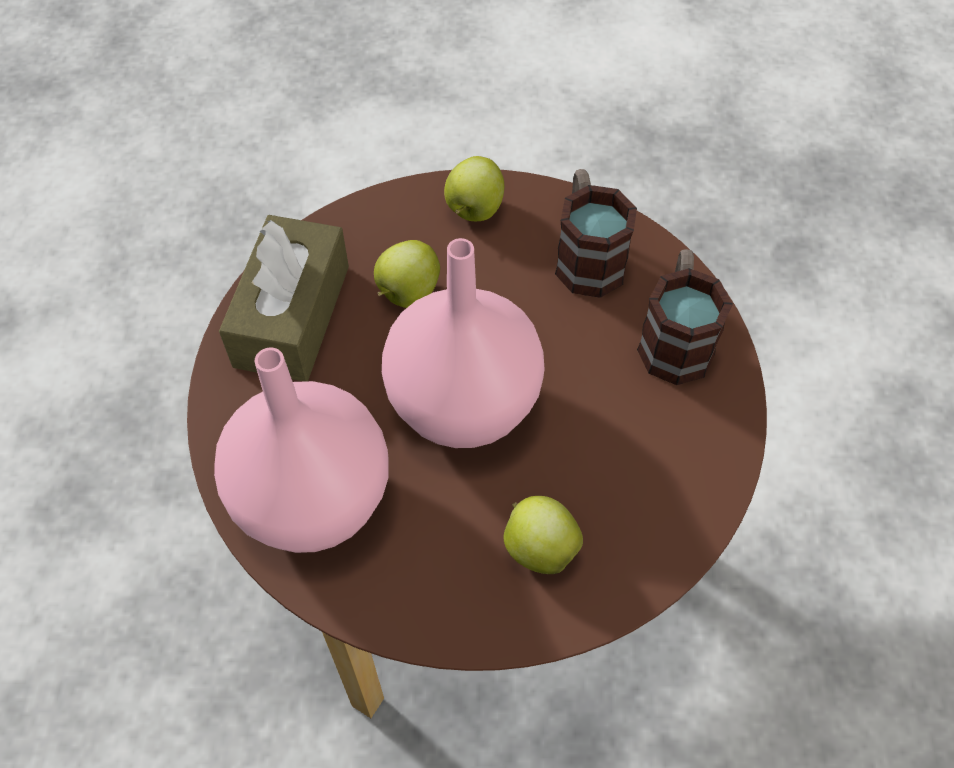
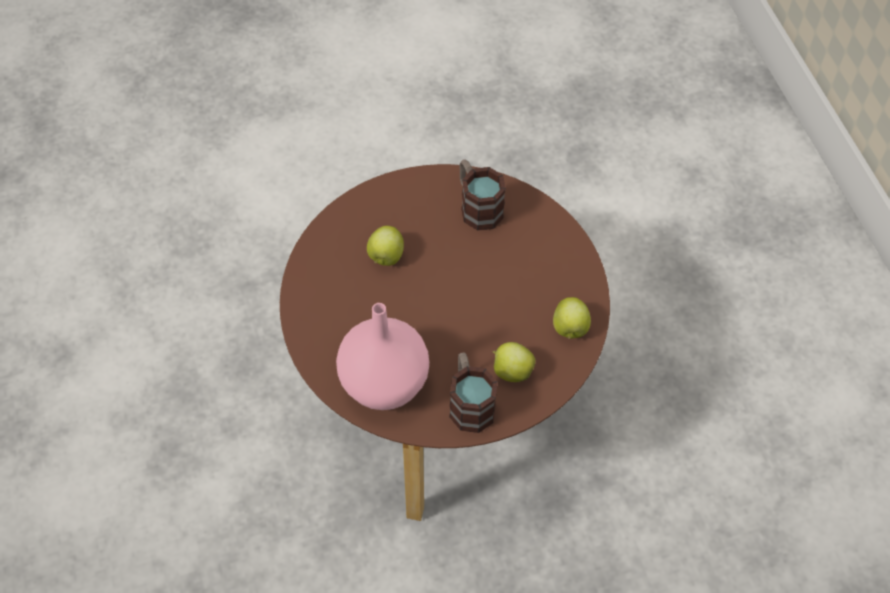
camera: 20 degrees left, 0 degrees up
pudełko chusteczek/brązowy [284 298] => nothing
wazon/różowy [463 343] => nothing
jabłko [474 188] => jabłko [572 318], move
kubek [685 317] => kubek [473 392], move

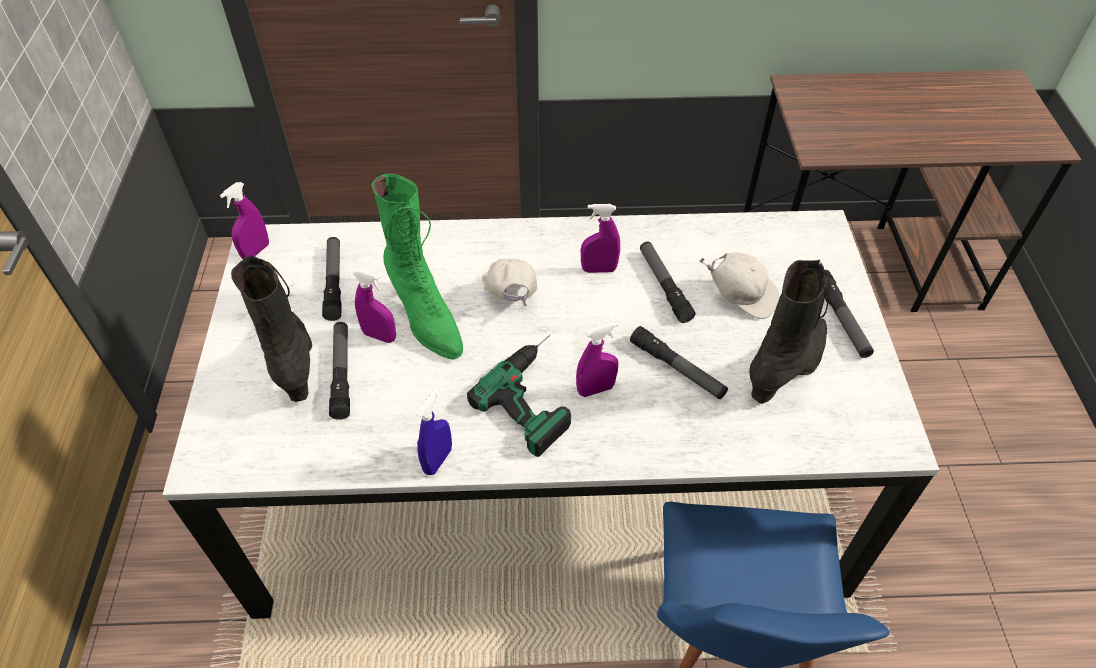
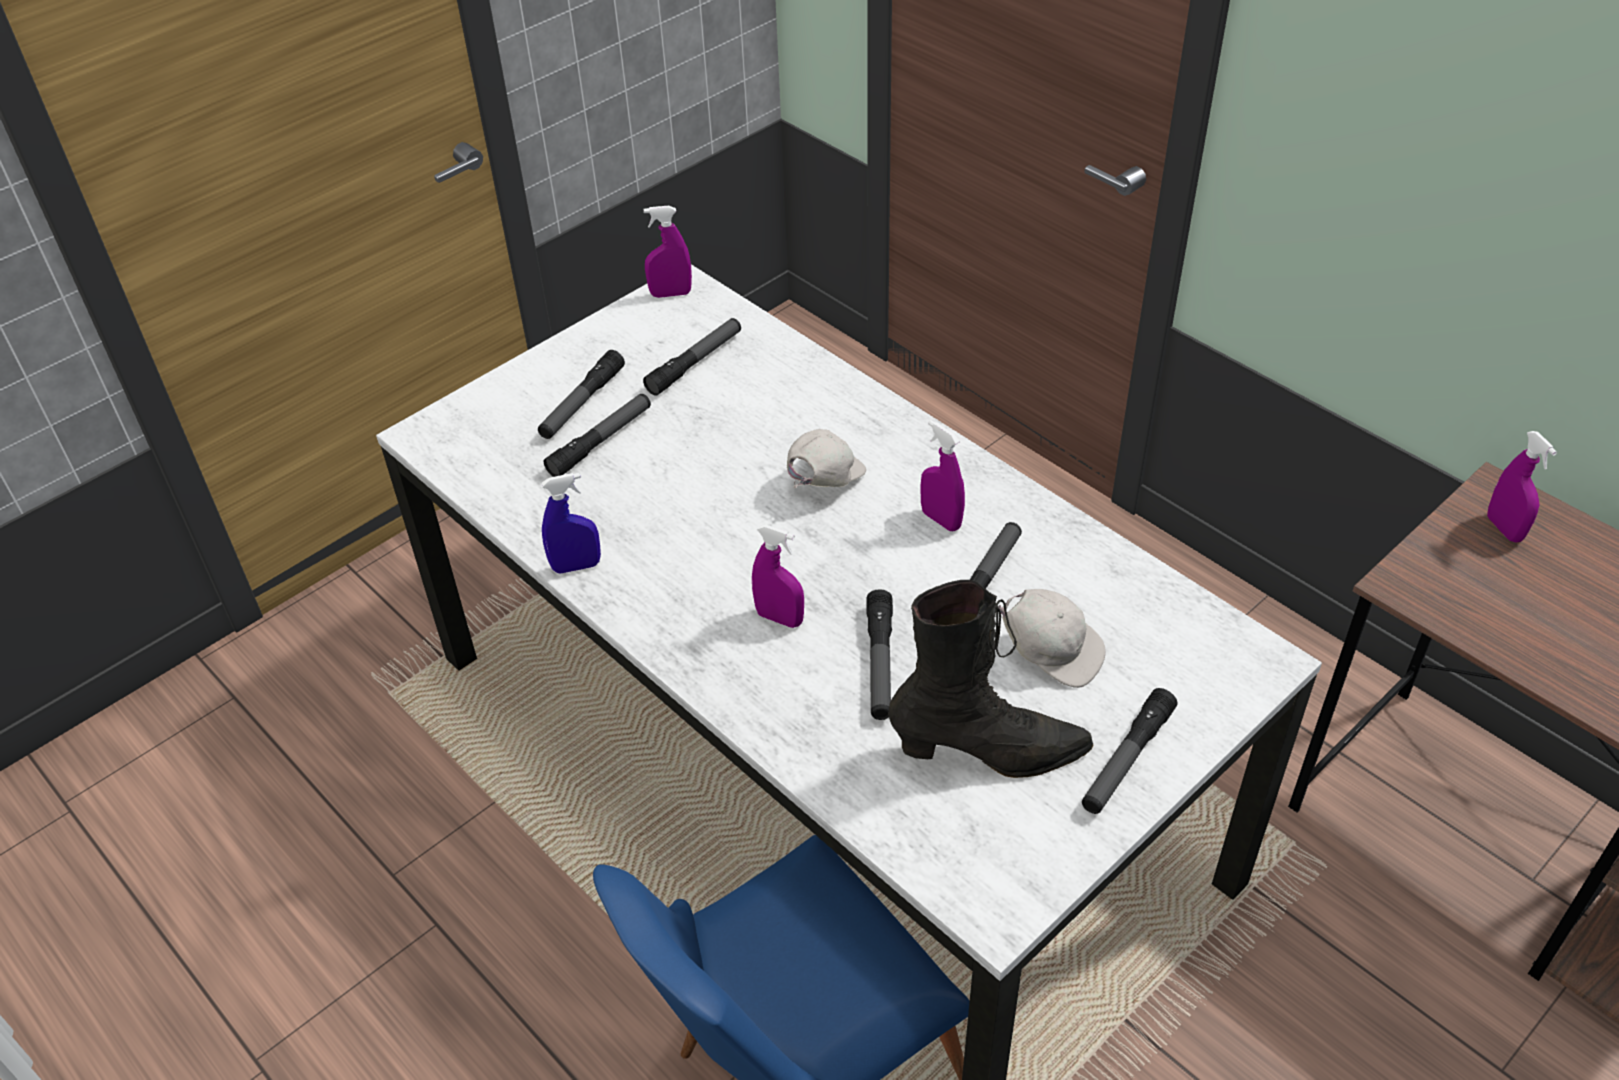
camera: 50 degrees right, 5 degrees down
but z cholewką/czarny [271 328] => latarka [581 394]
spryskiwacz/fioletowy [374 306] => spryskiwacz/fioletowy [1522 487], move
but z cholewką/zielony [417 267] => nothing
wiertarka [519 396] => nothing
czapka z daszkiem/biały [739 286] => czapka z daszkiem/biały [1052 638], 45 degrees counterclockwise

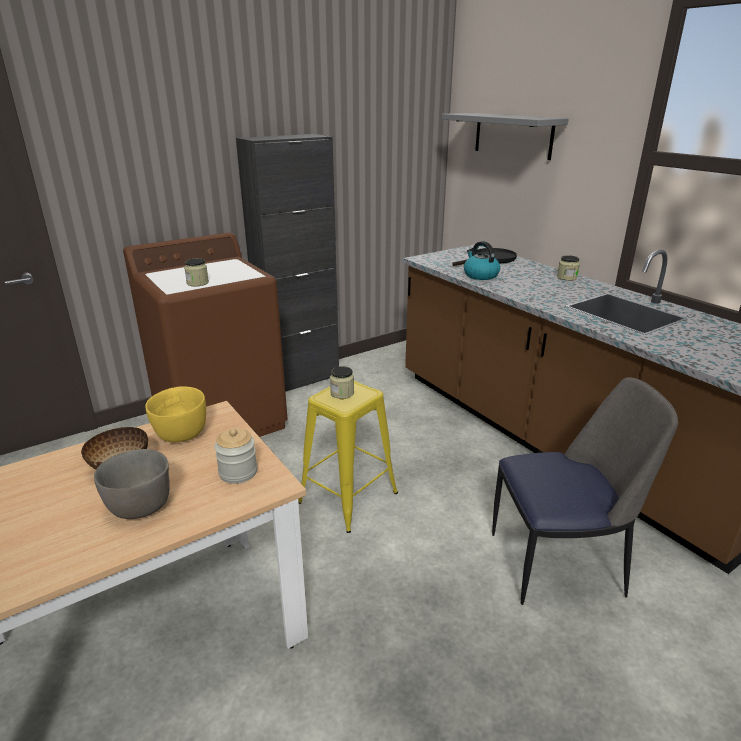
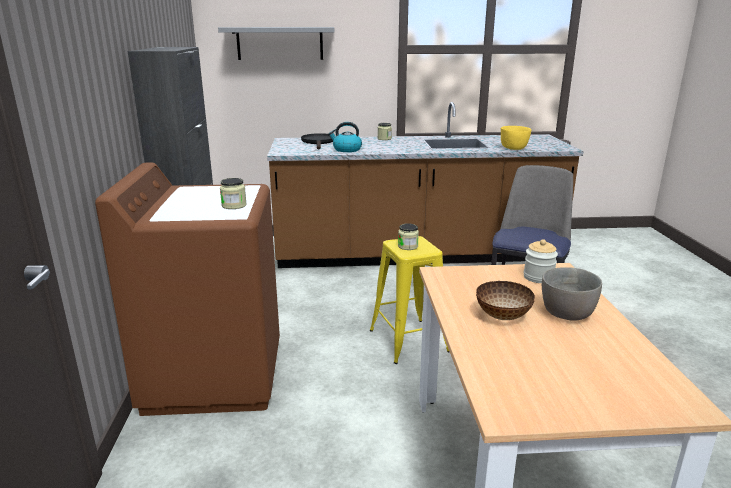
camera: 60 degrees left, 5 degrees down
miska/żółty [175 414] => miska/żółty [516 138], move

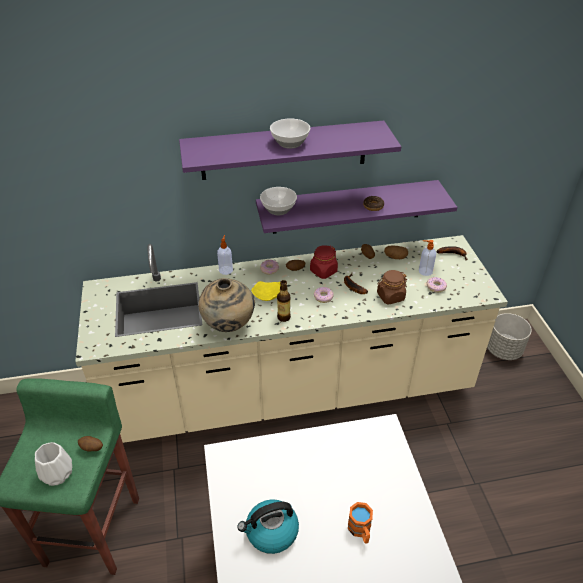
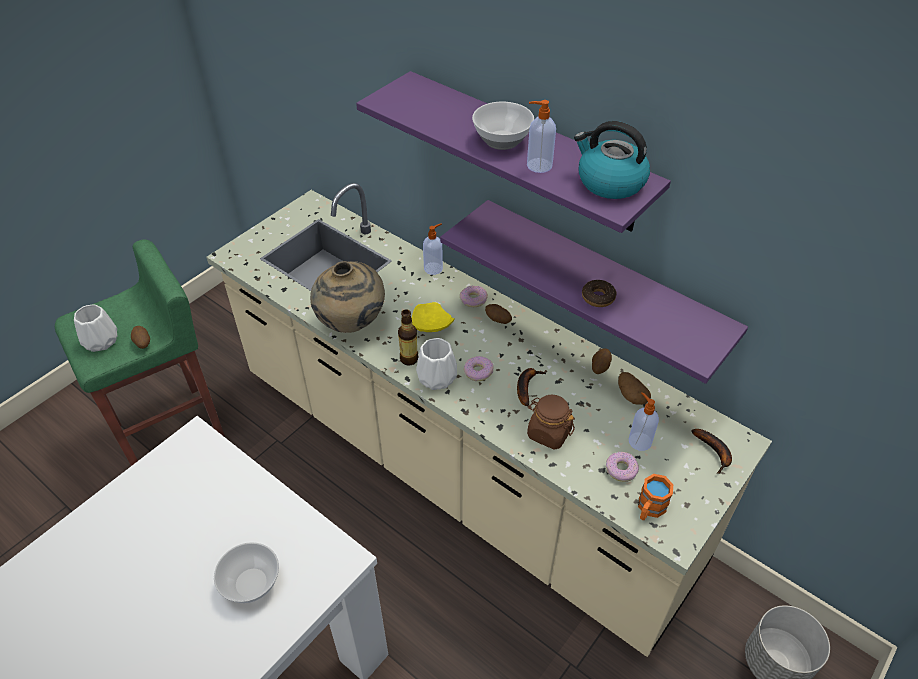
camera: 50 degrees right, 5 degrees up
czajnik [268 526] => czajnik [612 160], move
miska [278 201] => miska [246 572], move
słoik/czerwony [324 262] => nothing
kubek/pomarańczowy [360 522] => kubek/pomarańczowy [655 497], move
nothing => wazon/biały [436 364]
nothing => dozownik mydła [541 136]

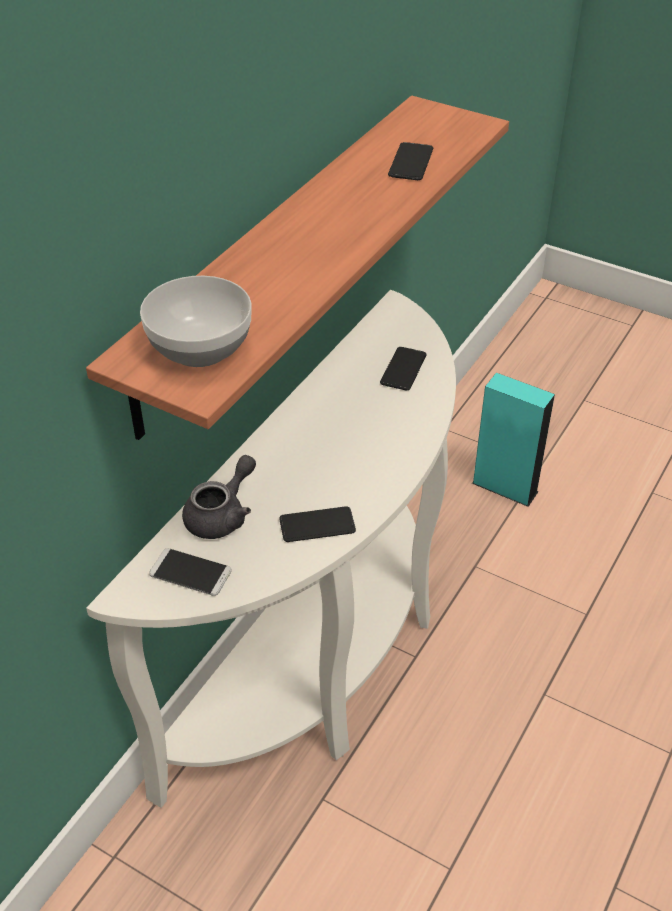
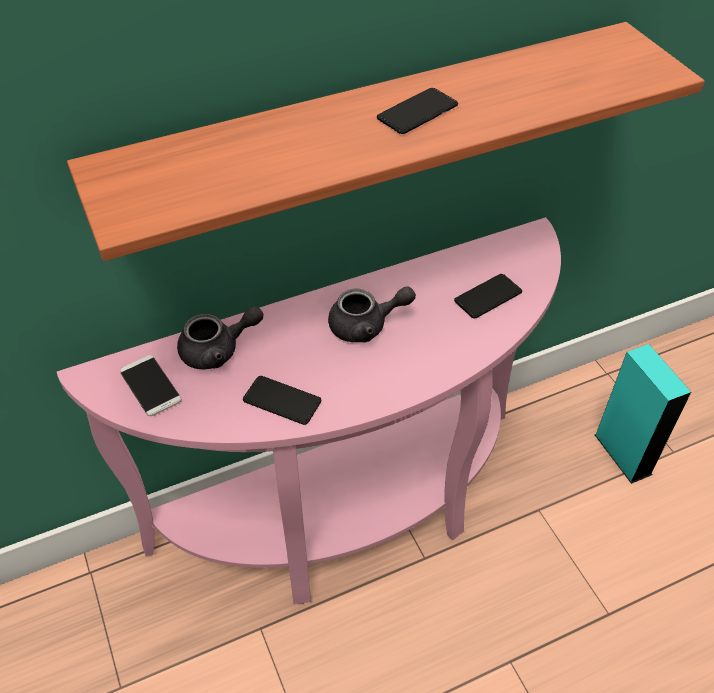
camera: 35 degrees right, 5 degrees up
stolik konsolowy/biały [271 549] => stolik konsolowy/różowy [309 410]
miska [196 321] => nothing
telefon [410 161] => telefon [417 111], move
nothing => imbryk/szary [372 314]

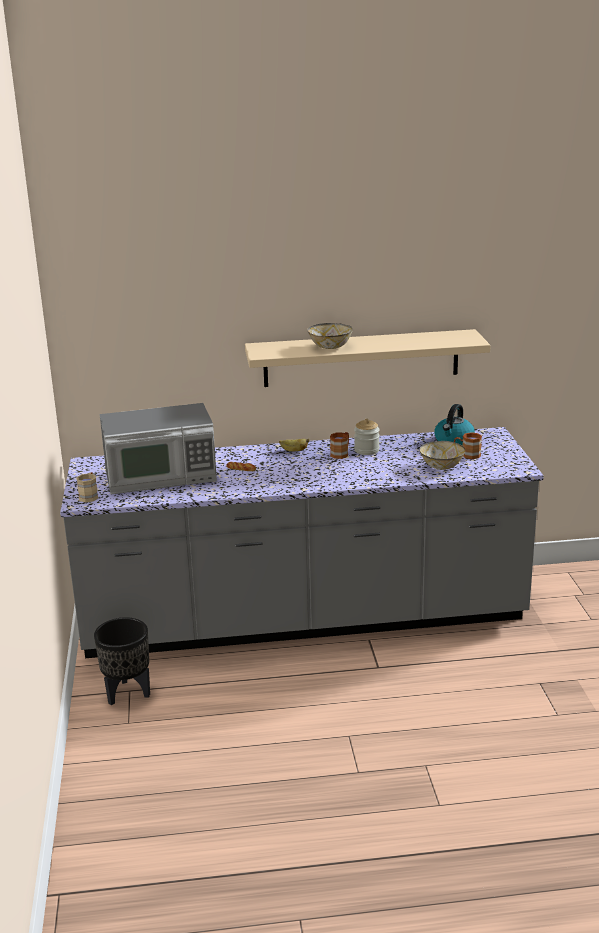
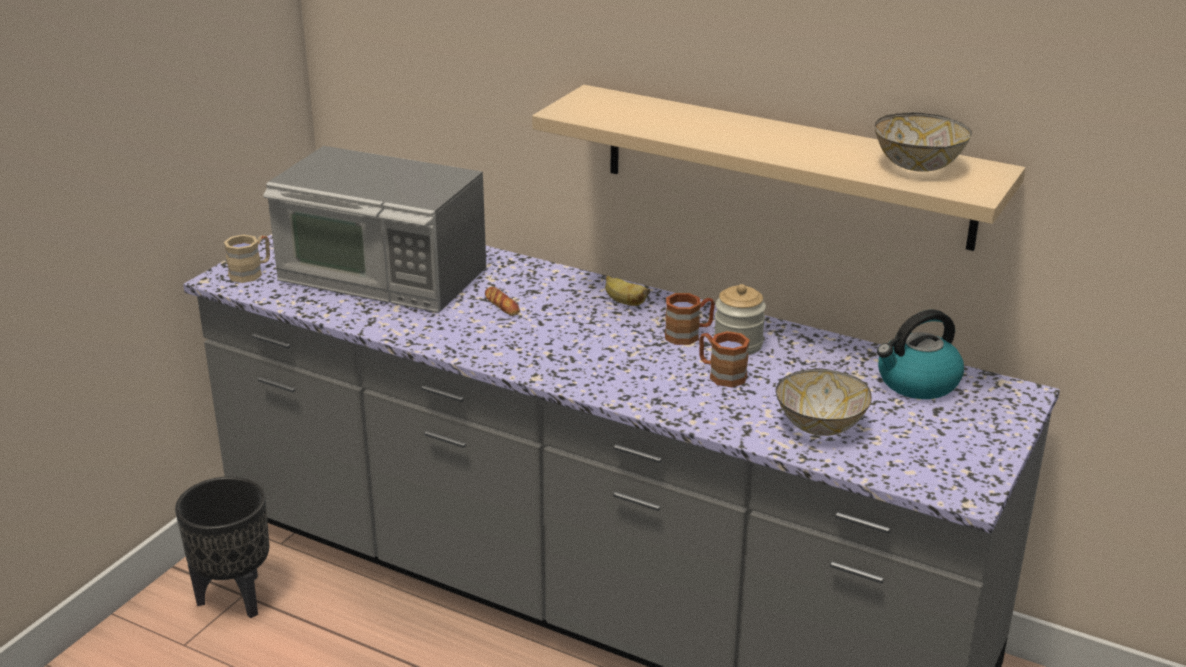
camera: 35 degrees right, 5 degrees up
miska [330 336] => miska [923 142], move
kubek/brązowy [468 445] => kubek/brązowy [724 359], move

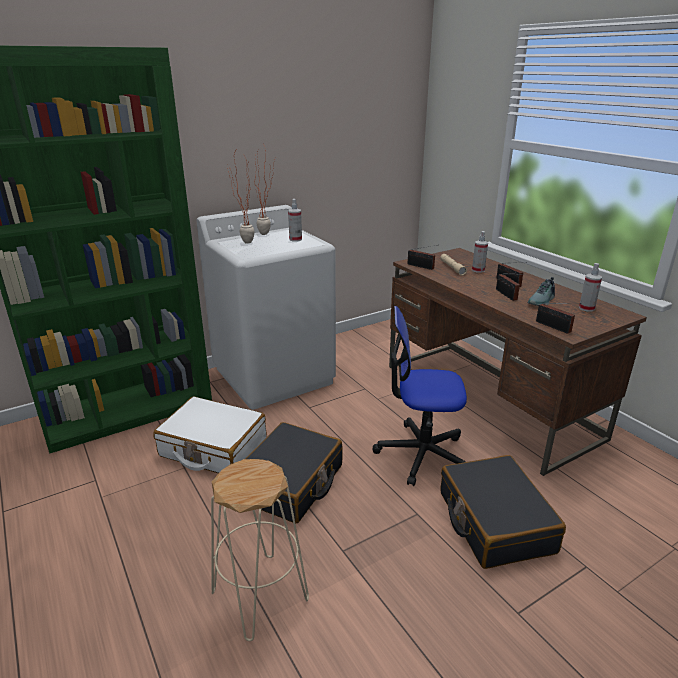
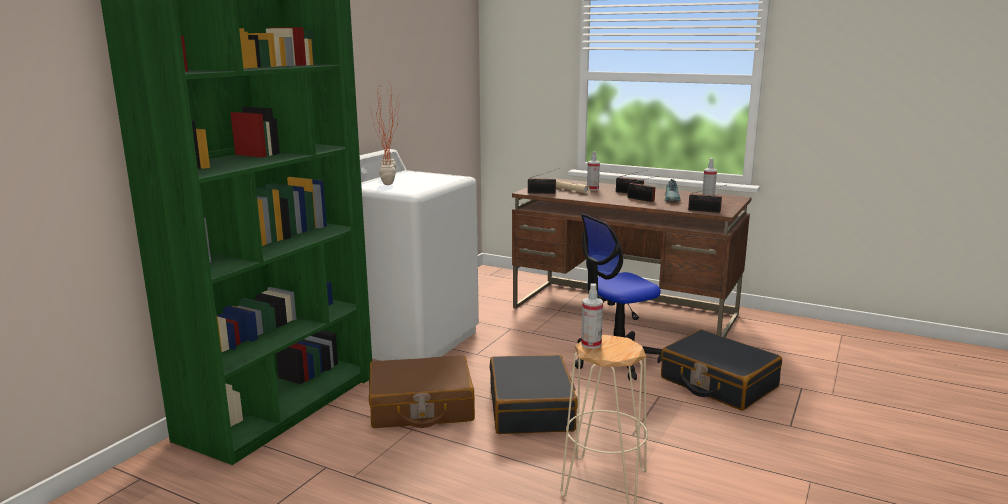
camera: 30 degrees left, 10 degrees down
walizka/biały [209 434] => walizka/brązowy [422 391]
spryskiwacz [295 220] => spryskiwacz [592 316], move

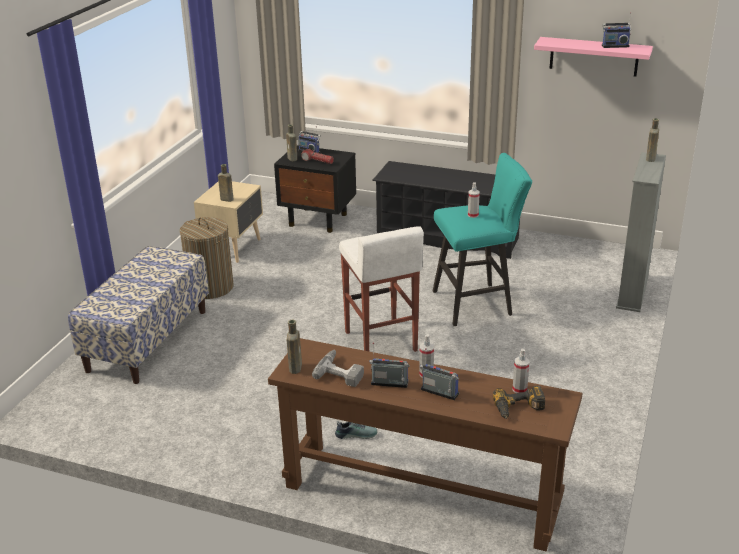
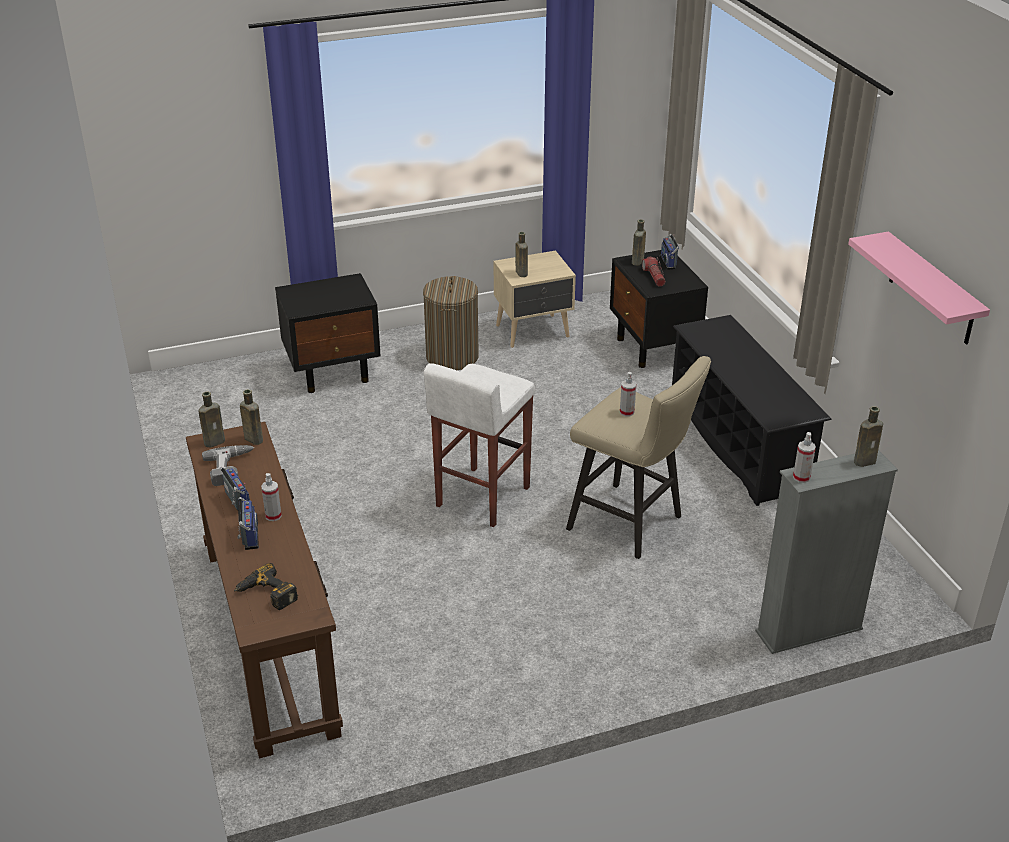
camera: 50 degrees right, 5 degrees up
ławka [138 315] => szafka nocna/czarny [328 333]
but [356 430] => nothing
stołek/turkusowy [482 239] => stołek/beżowy [638 457]
spryskiwacz [521 371] => spryskiwacz [804 457], move
radio [616 30] => nothing
nothing => butelka/brązowy [251 417]

